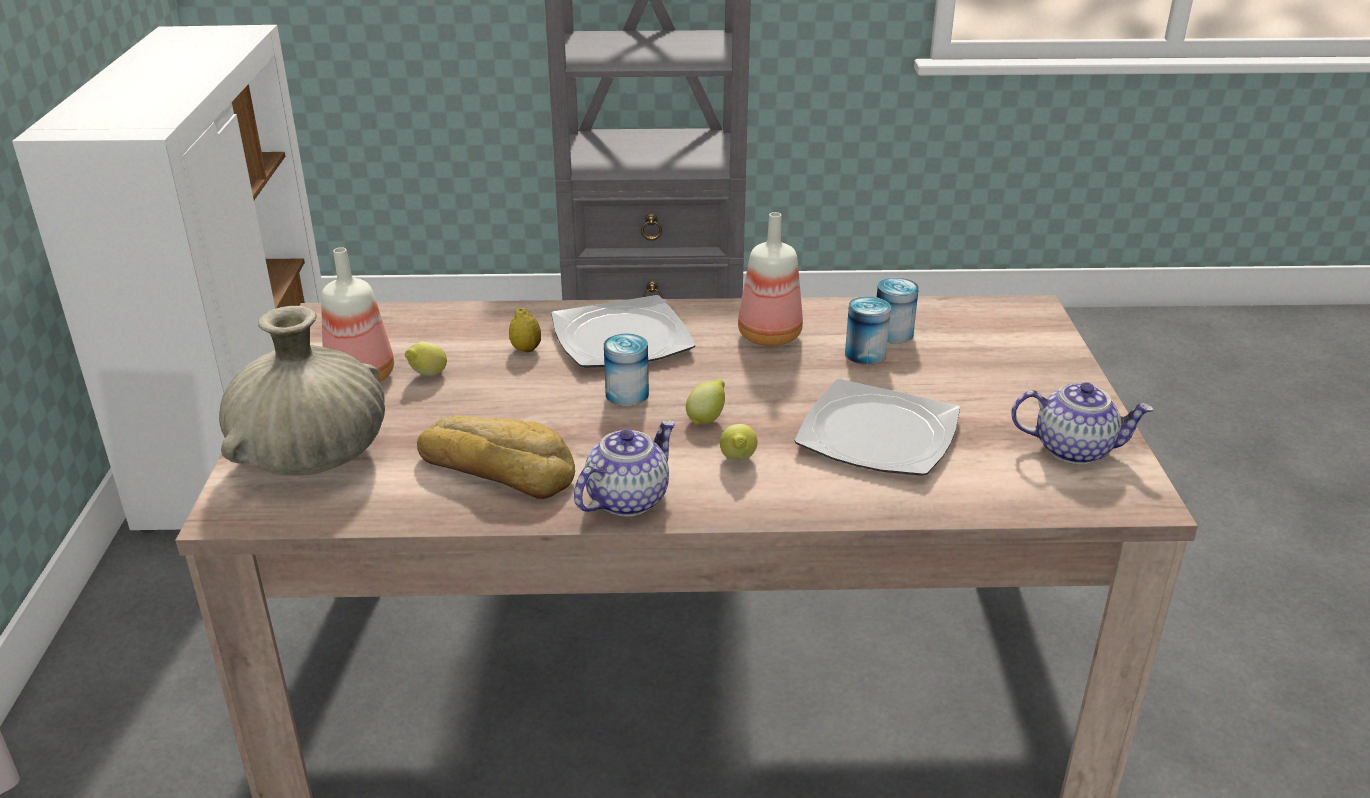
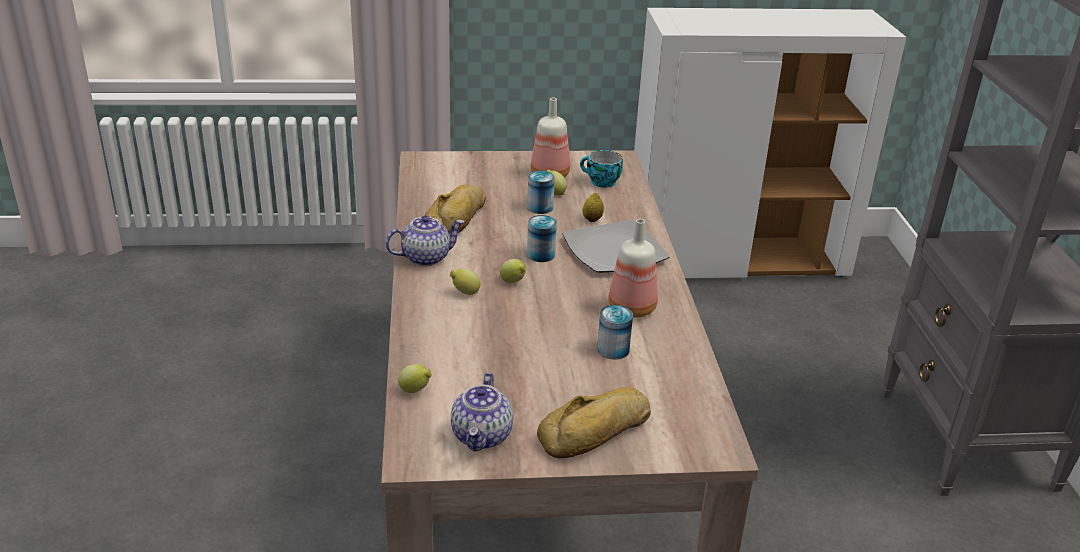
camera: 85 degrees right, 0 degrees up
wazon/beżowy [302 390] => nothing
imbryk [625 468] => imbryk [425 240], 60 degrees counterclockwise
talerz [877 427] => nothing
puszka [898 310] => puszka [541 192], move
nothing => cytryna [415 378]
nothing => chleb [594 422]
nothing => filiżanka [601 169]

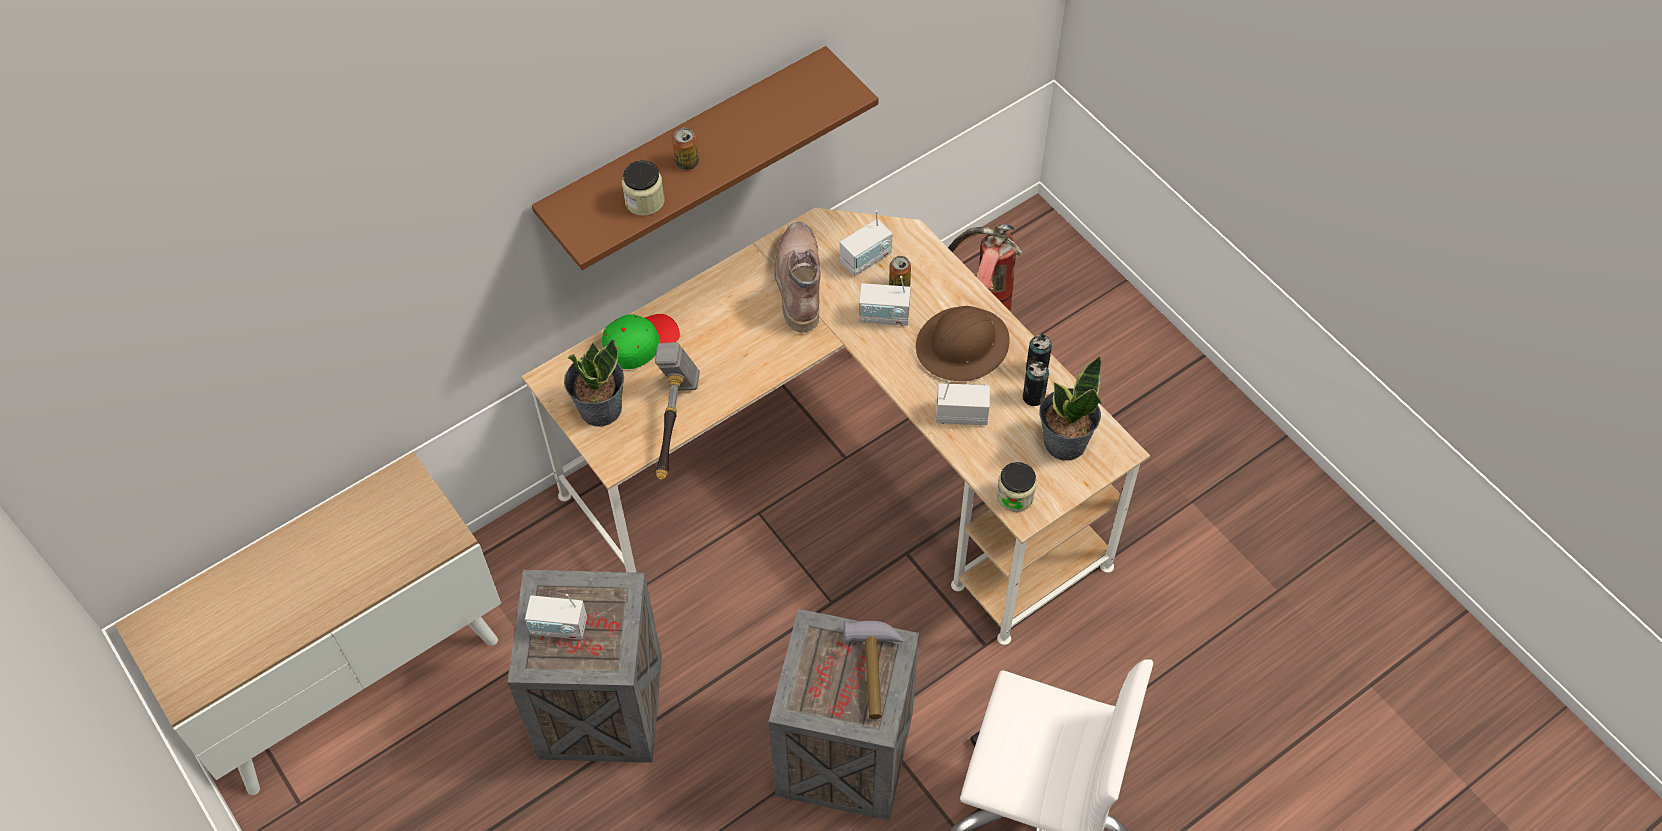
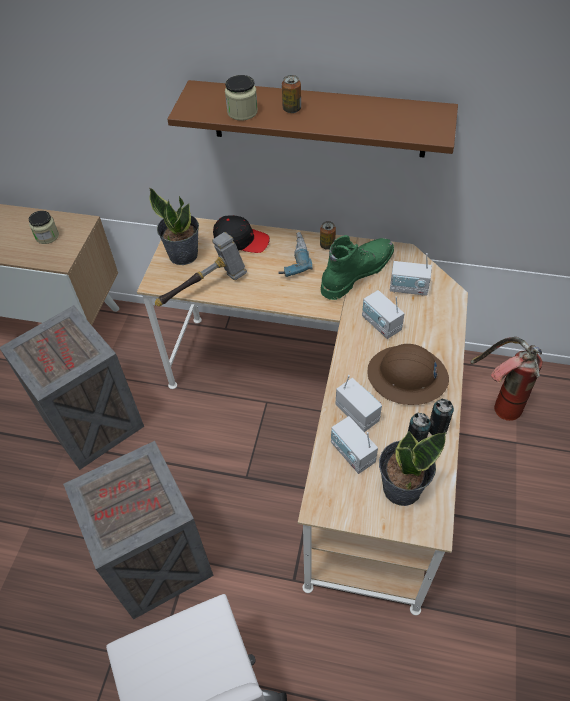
camera: 50 degrees right, 5 degrees down
radio [556 617] => radio [354 445], move
czapka z daszkiem/zielony [641 341] => czapka z daszkiem/czarny [241 234]
but z cholewką/brązowy [797 277] => but z cholewką/zielony [357 267]
młotek [873 670] => nothing
puszka [900 271] => puszka [328 235], move
słoik [1016 487] => słoik [44 227], move
nothing => wiertarka [295 254]

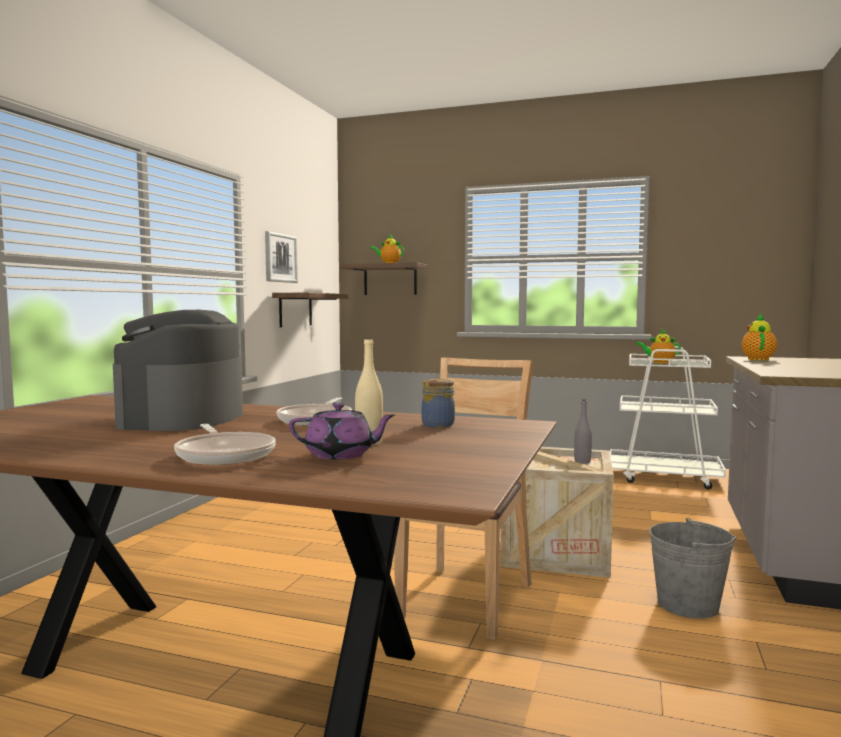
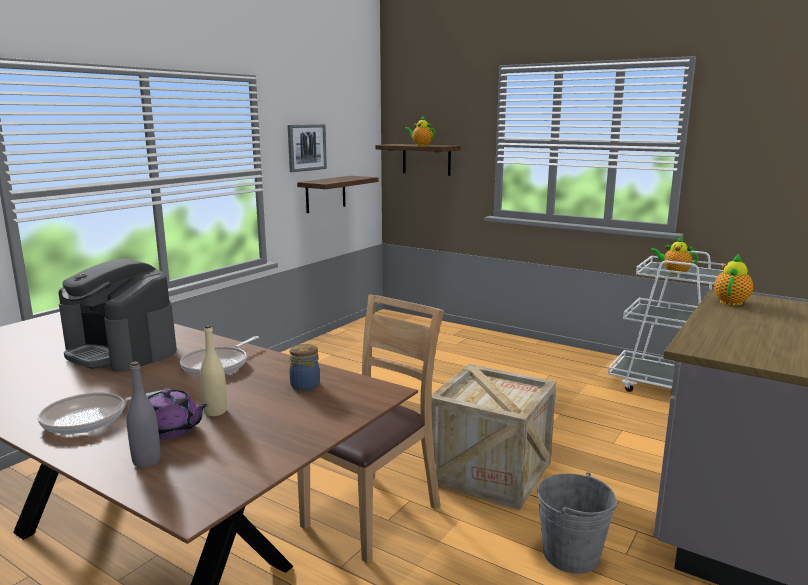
camera: 15 degrees right, 10 degrees up
ekspres do kawy [178 370] => ekspres do kawy [117 315], 75 degrees counterclockwise
patelnia [225 444] => patelnia [99 412], 75 degrees clockwise
butelka/szary [583 431] => butelka/szary [143 415], move

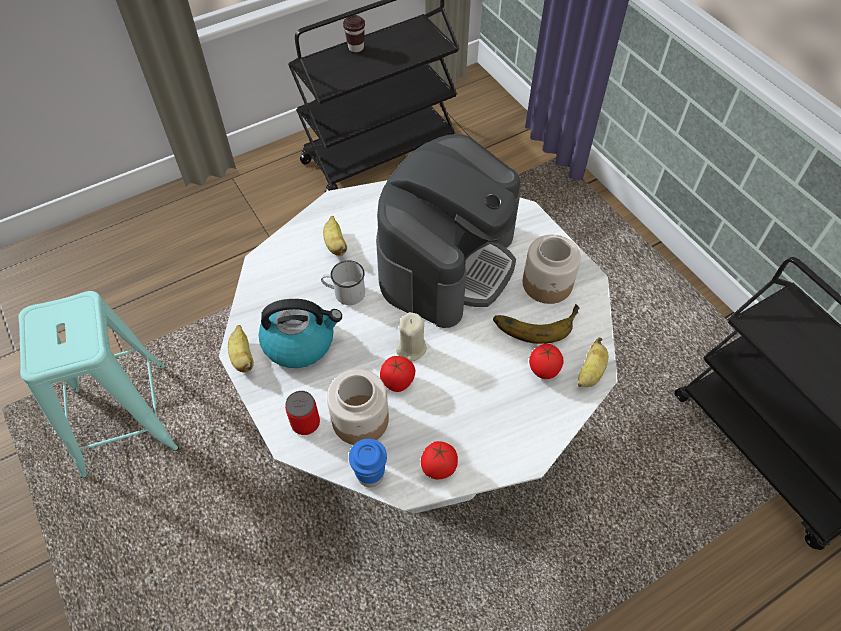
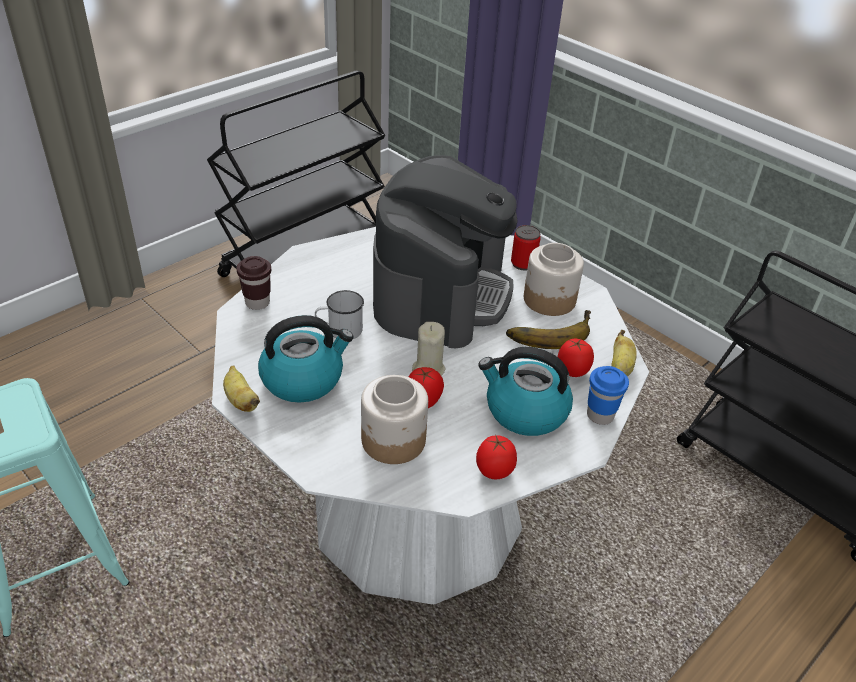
camera: 15 degrees left, 15 degrees down
puszka [302 413] => puszka [526 248], move
banan [335 236] => nothing
filiżanka/brązowy [354 33] => filiżanka/brązowy [254 283], move
filiżanka/niebieski [368 463] => filiżanka/niebieski [608 395], move
nothing => czajnik [525 391]

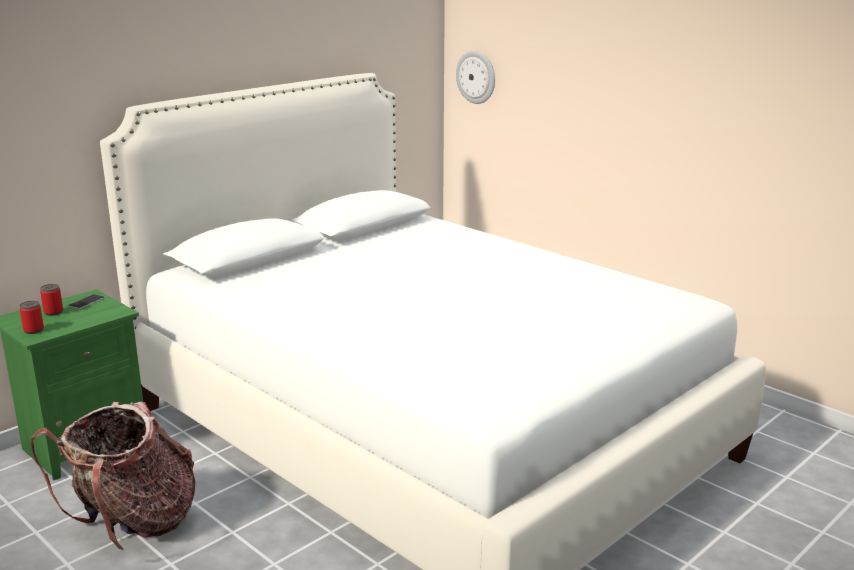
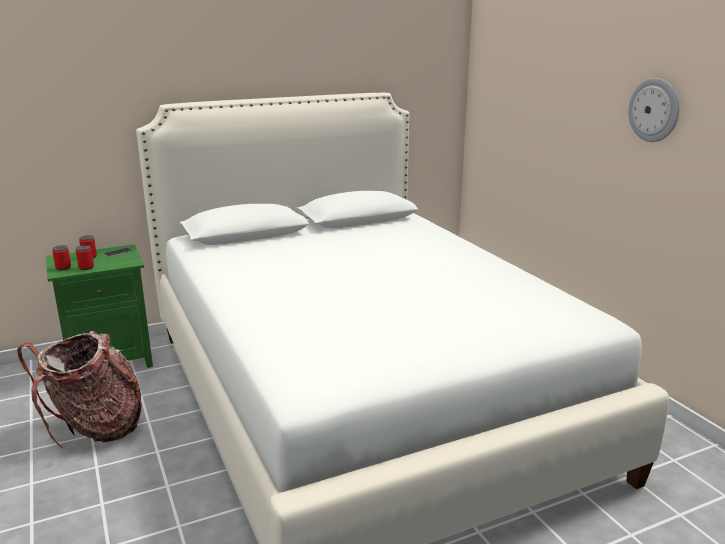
camera: 20 degrees right, 0 degrees up
zegar ścienny [475 77] => zegar ścienny [653 110], move
nothing => puszka [85 257]

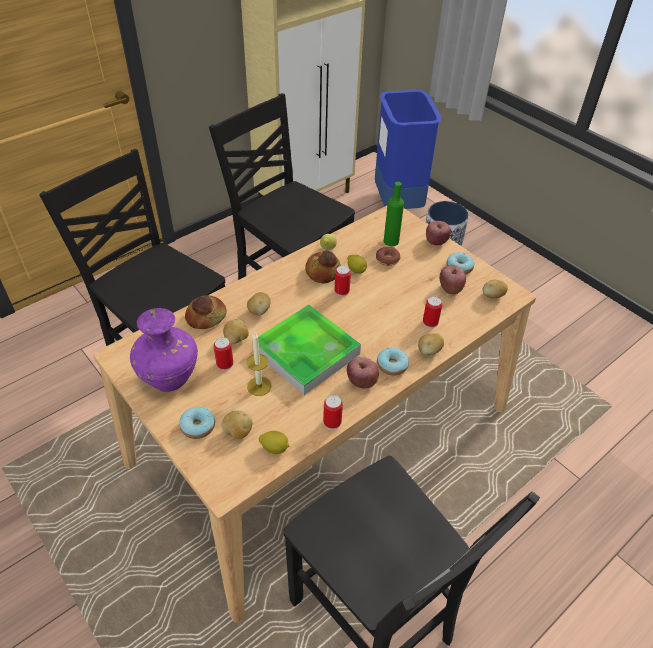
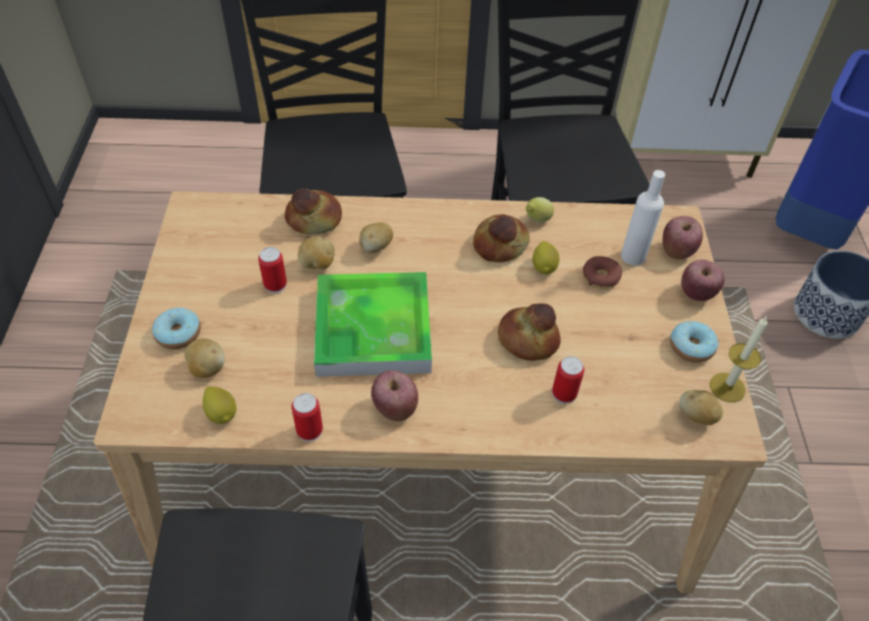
camera: 40 degrees right, 5 degrees up
wazon/fioletowy [164 350] => nothing
świeca [259 364] => świeca [738 359], move
puszka [343 281] => nothing
donut [393 362] => nothing
butelka/zielony [394 214] => butelka/biały [643 218]
ziemniak [431 344] => nothing
jabłko [453 279] => jabłko [682 237], move
nothing => chleb [529 332]

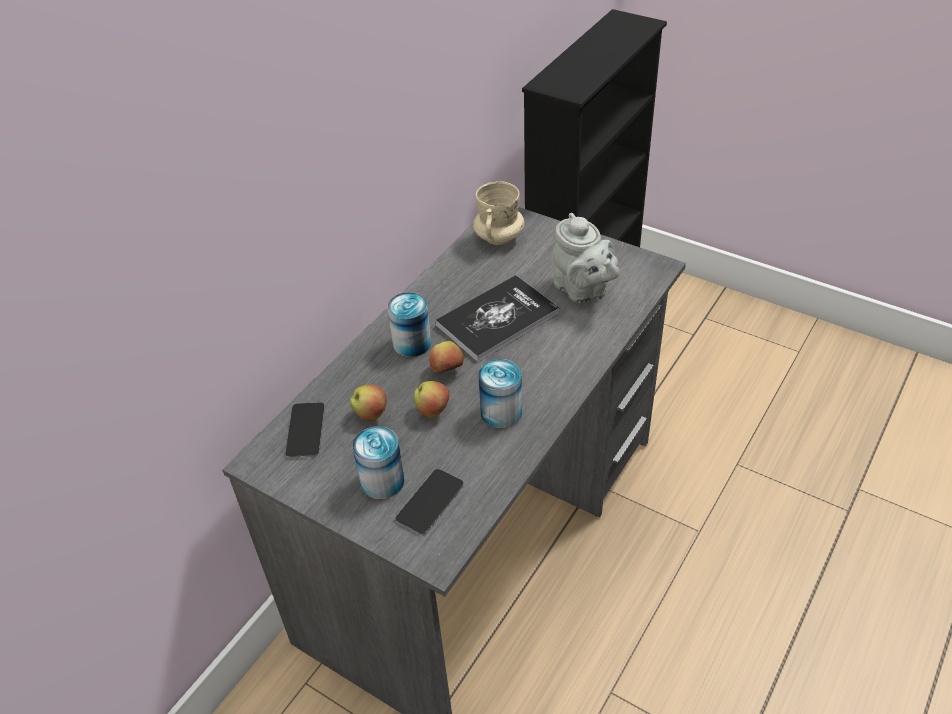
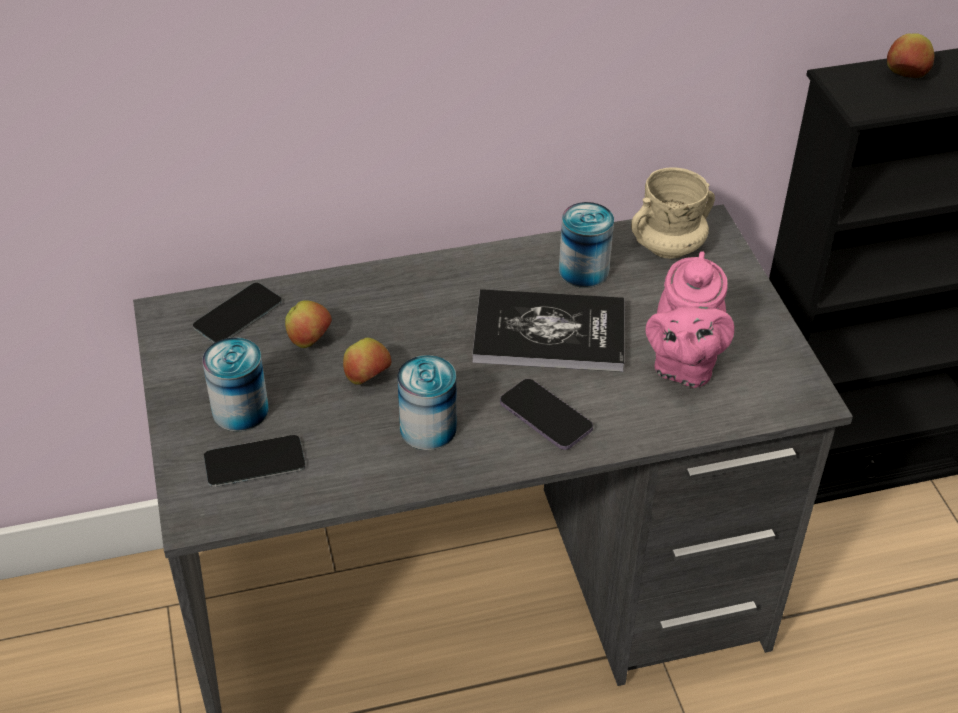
camera: 40 degrees right, 0 degrees up
puszka [409 324] => puszka [586 245], move
jabłko [446 357] => jabłko [910 55], move
imbryk/szary [585 258] => imbryk/różowy [690 319]
nothing => telefon [546 414]

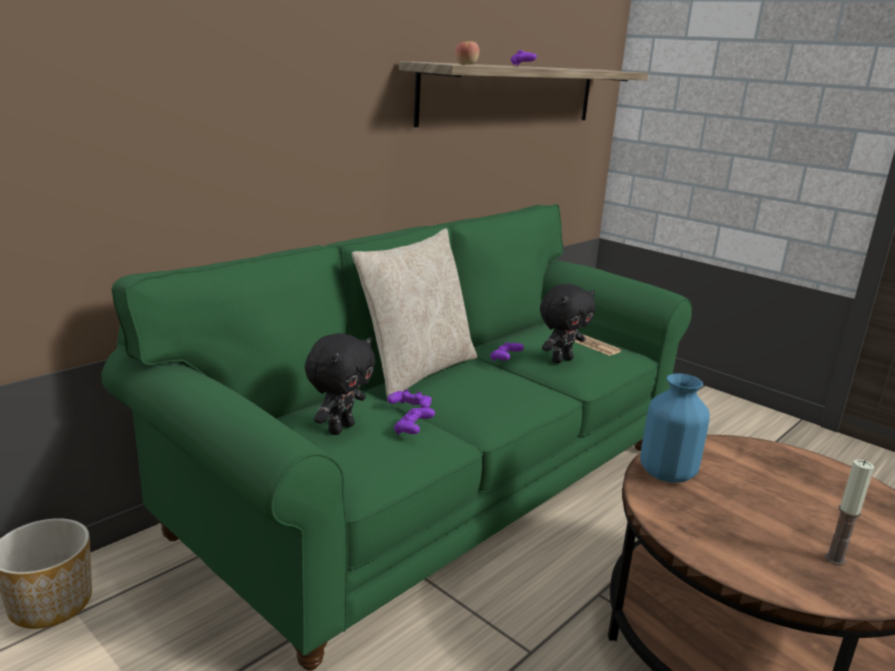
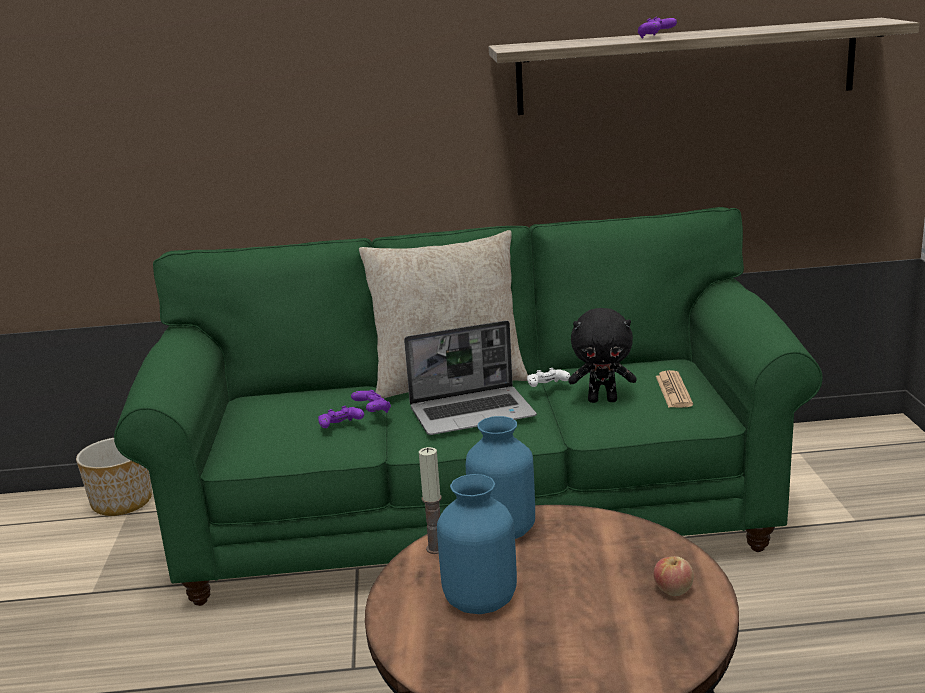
camera: 45 degrees right, 0 degrees up
pluszak/czarny [340 384] => nothing
jabłko [467 53] => jabłko [674 576], move
pad do gier/fioletowy [507 351] => pad do gier/biały [548 377]
świeca [849 512] => świeca [430 500], move
nothing => laptop [470 377]
nothing => wazon/niebieski [477 544]

